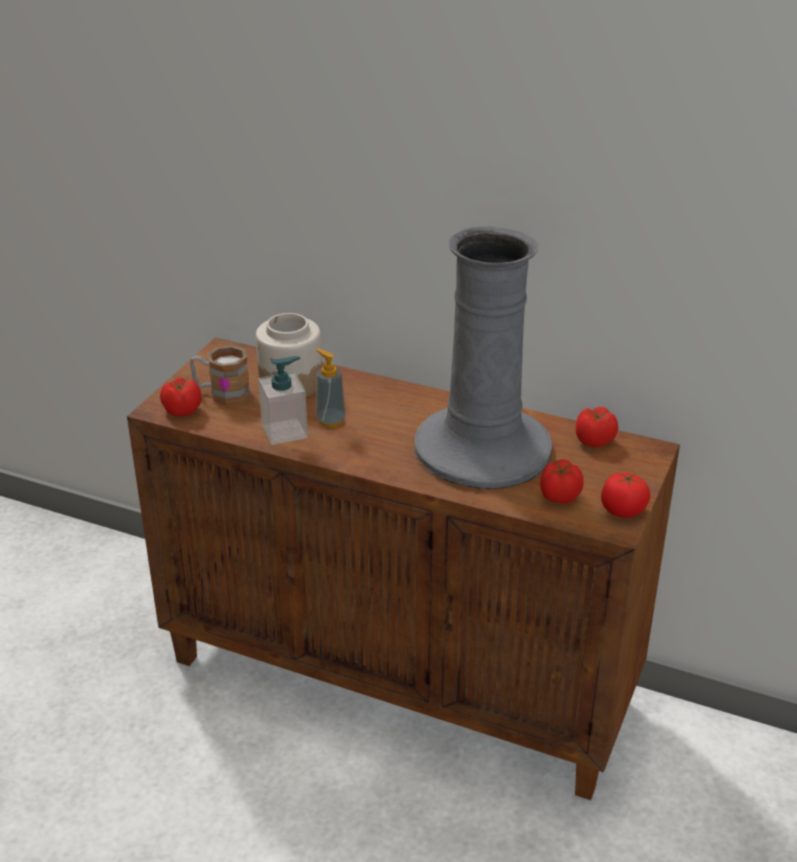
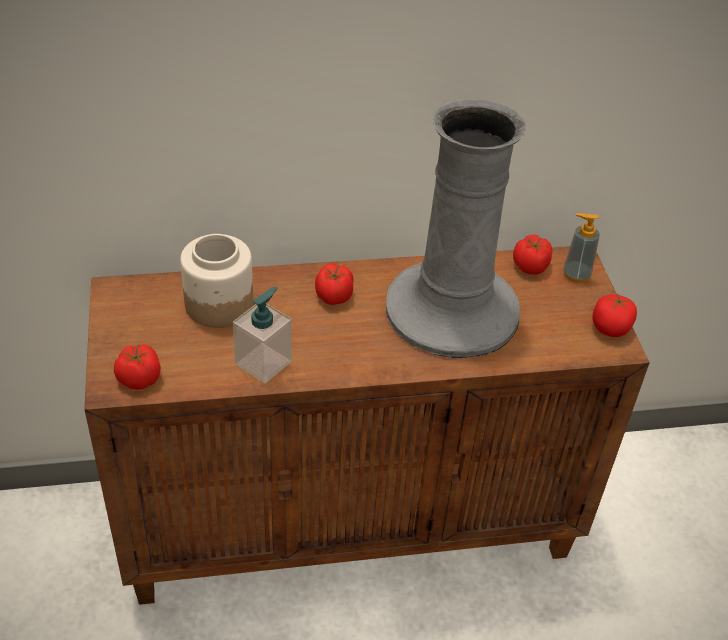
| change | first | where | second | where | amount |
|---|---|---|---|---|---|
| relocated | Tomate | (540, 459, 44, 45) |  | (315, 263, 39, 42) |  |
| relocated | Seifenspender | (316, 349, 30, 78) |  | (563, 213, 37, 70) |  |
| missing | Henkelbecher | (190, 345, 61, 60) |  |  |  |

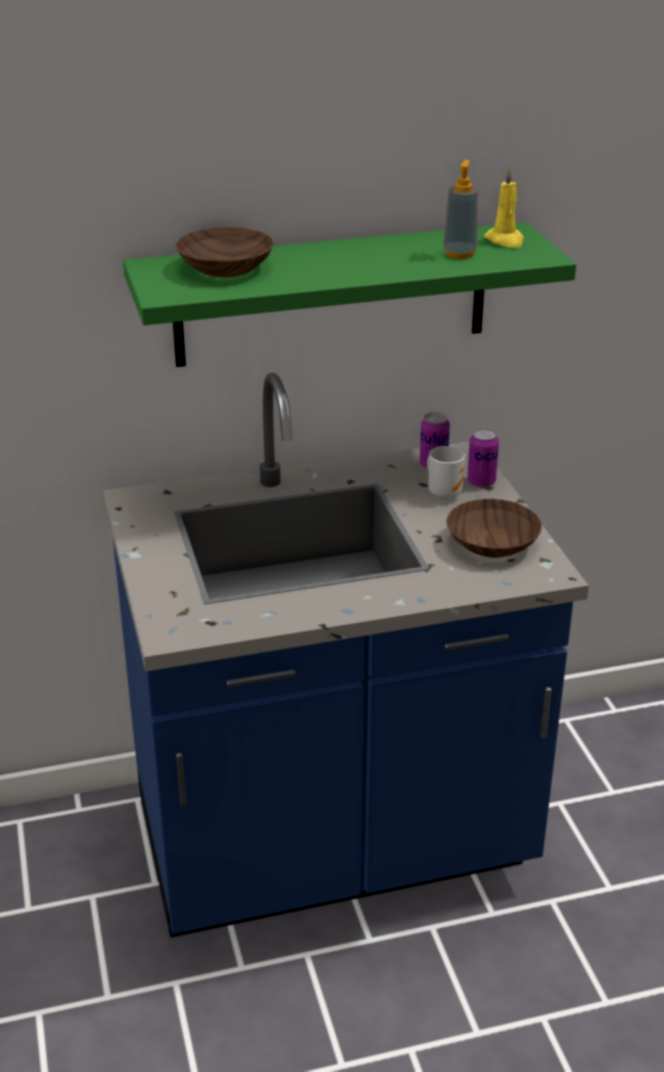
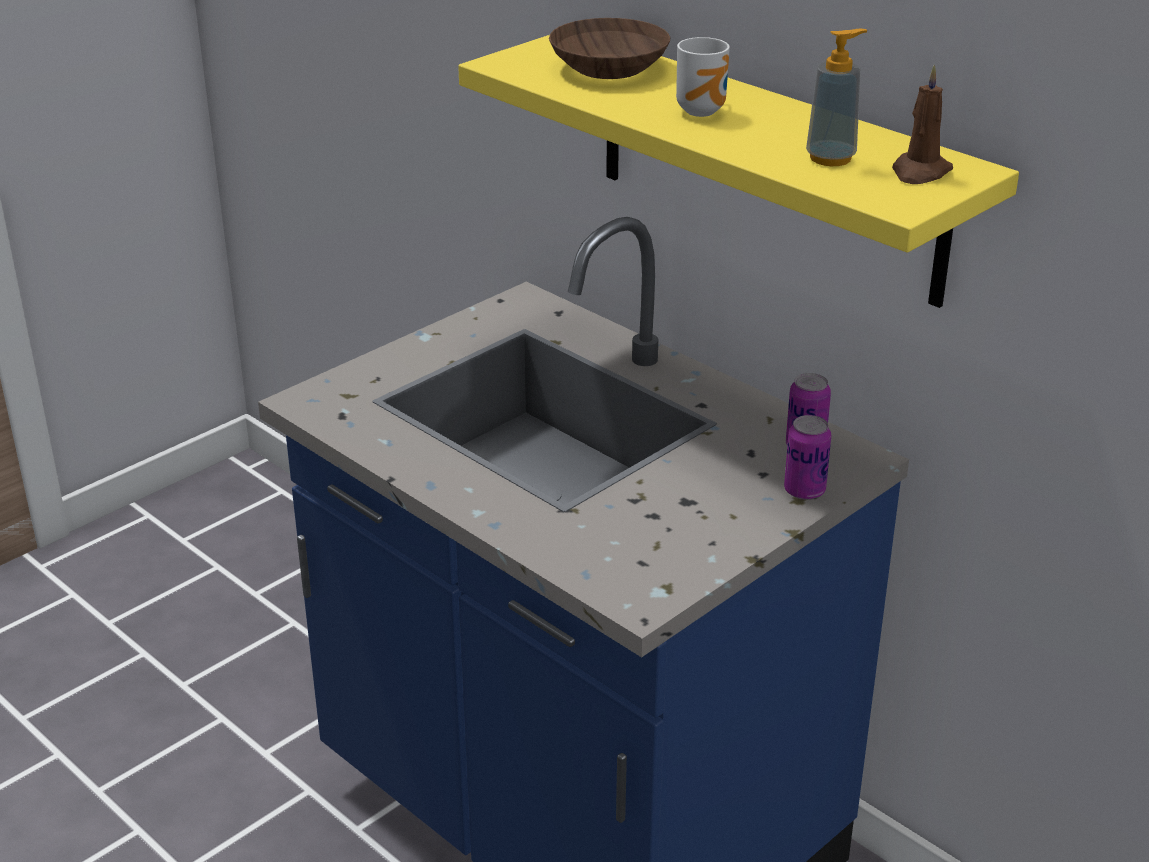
| change | first | where | second | where | amount |
|---|---|---|---|---|---|
| colour | Wandregal/grün | (123, 222, 453, 145) | Wandregal/gelb | (458, 35, 561, 273) |  |
| relocated | Henkelbecher | (427, 446, 38, 54) |  | (676, 37, 54, 80) |  |
| colour | Kerze/gelb | (484, 167, 40, 81) | Kerze/braun | (892, 65, 61, 119) |  |
| missing | Schüssel/braun | (446, 499, 96, 59) |  |  |  |

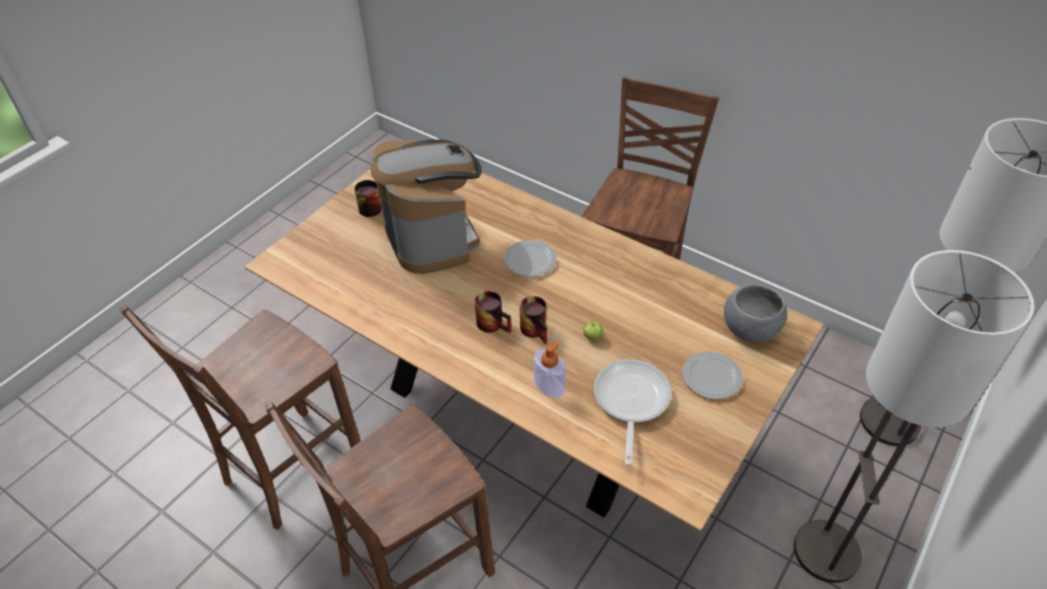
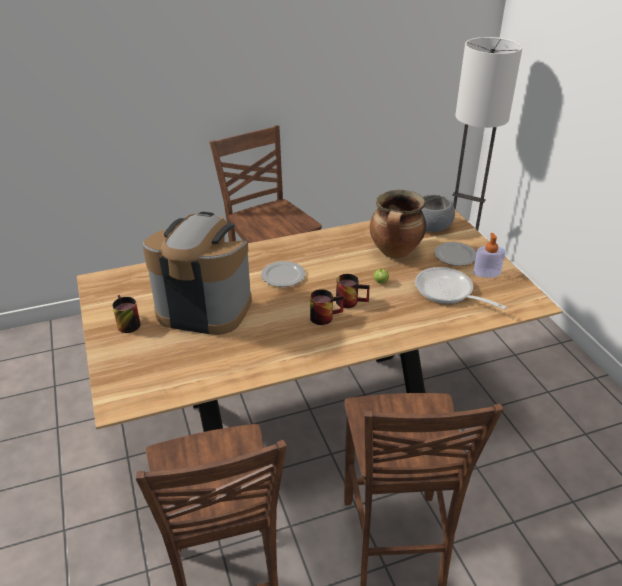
| change | first | where | second | where | amount |
|---|---|---|---|---|---|
| appeared |  |  | Kochtopf | (370, 190, 56, 69) |  |
| relocated | Seifenspender | (534, 342, 31, 56) |  | (473, 233, 32, 45) |  |
| missing | Stehlampe | (794, 250, 241, 333) |  |  |  |

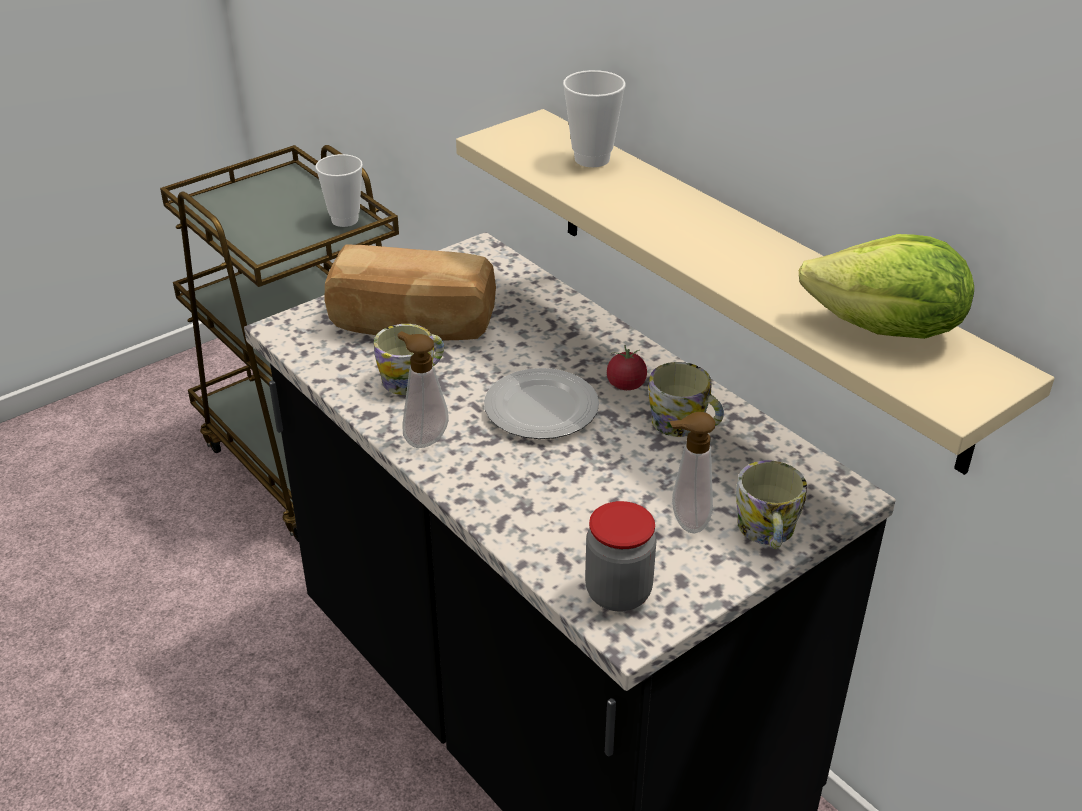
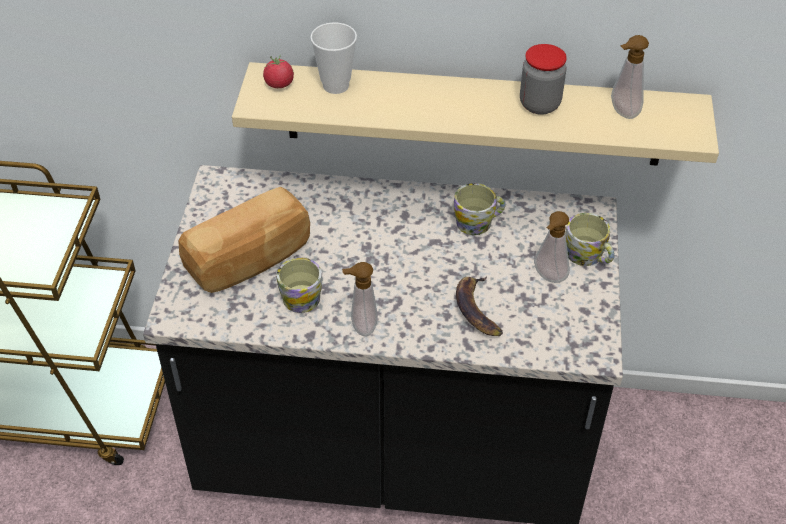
| change | first | where | second | where | amount |
|---|---|---|---|---|---|
| relocated | Tomate | (607, 345, 40, 45) |  | (263, 55, 31, 33) |  |
| appeared |  |  | Banane | (456, 276, 47, 60) |  |
| relocated | Vorratsglas | (585, 501, 71, 110) |  | (520, 44, 47, 71) |  |
| exchanged | Salatkopf | (799, 234, 175, 105) | Seifenspender | (611, 35, 38, 84) |  |
| missing | Tasse | (315, 154, 48, 73) |  |  |  |
| missing | Teller | (484, 368, 115, 71) |  |  |  |

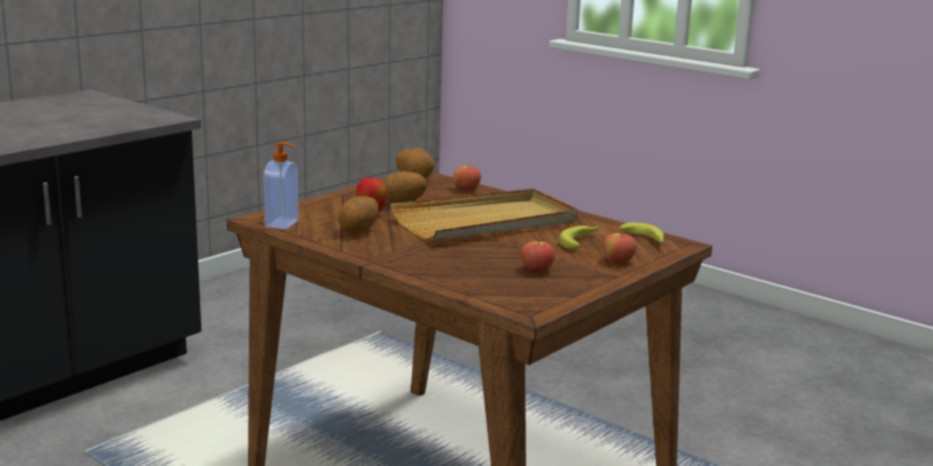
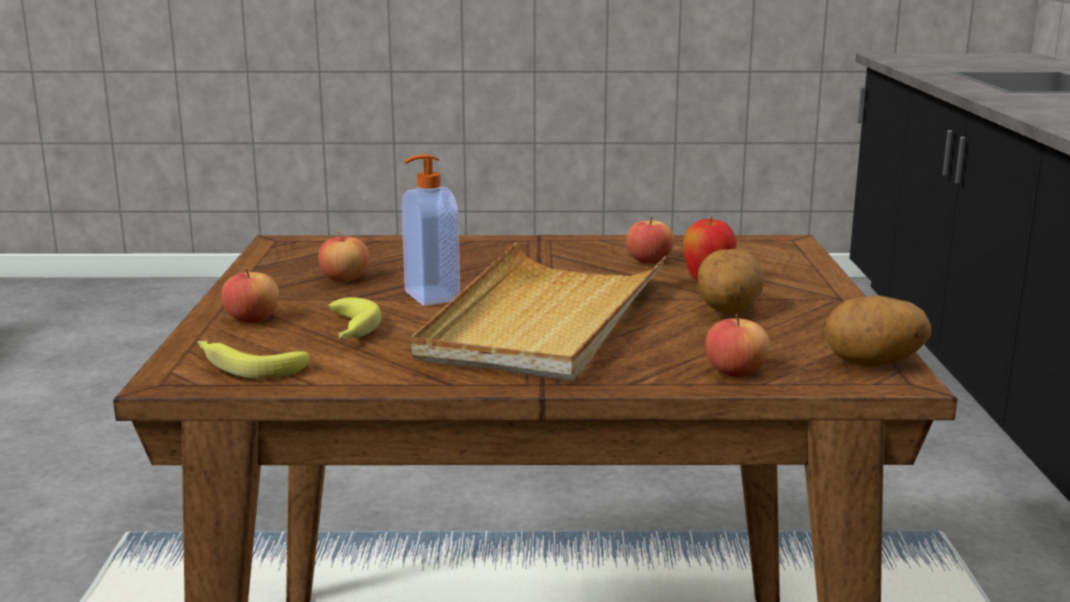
| change | first | where | second | where | amount |
|---|---|---|---|---|---|
| relocated | Seifenspender | (264, 142, 35, 87) |  | (402, 154, 58, 152) |  |
| exchanged | Kartoffel | (338, 196, 41, 37) | Apfel | (626, 216, 48, 47) |  |

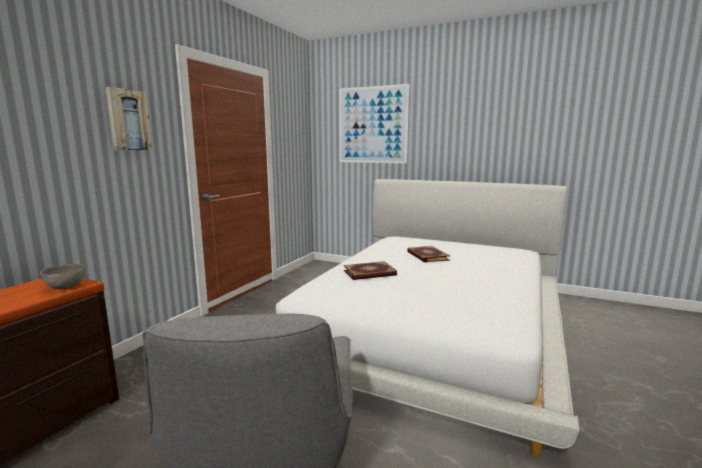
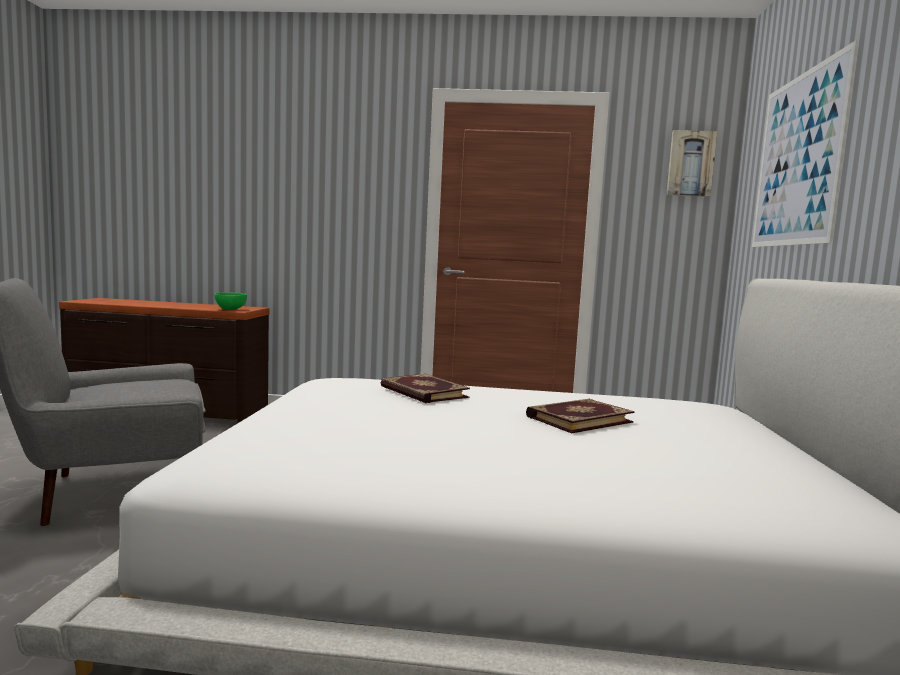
| change | first | where | second | where | amount |
|---|---|---|---|---|---|
| colour | Schüssel/grau | (40, 264, 45, 25) | Schüssel/grün | (214, 293, 33, 17) |  |
| relocated | Bild | (105, 87, 47, 63) |  | (666, 130, 51, 67) |  |

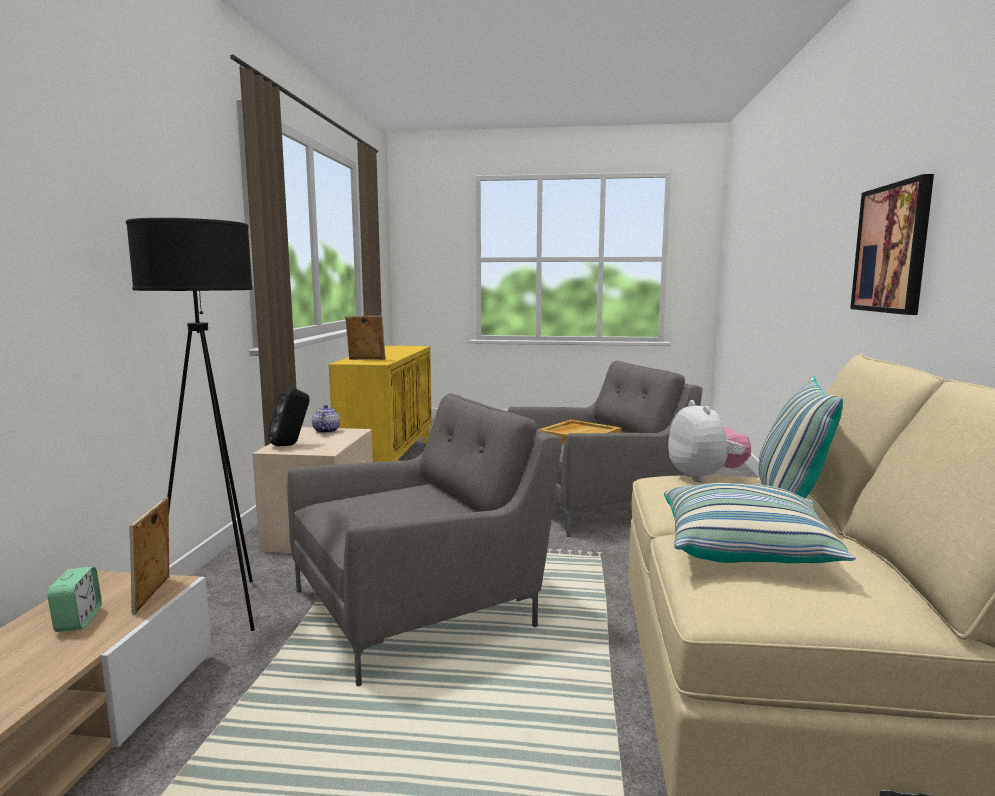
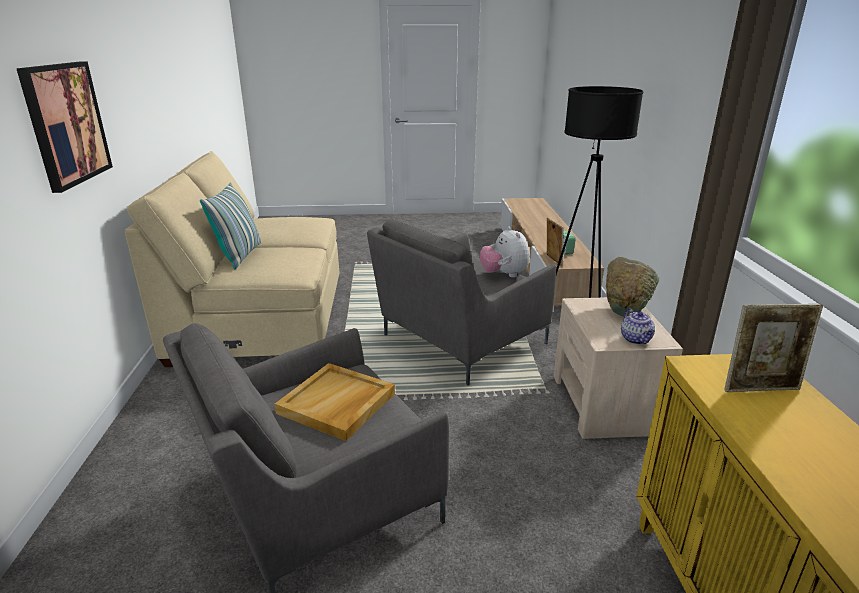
| change | first | where | second | where | amount |
|---|---|---|---|---|---|
| relocated | Plüschtier | (668, 400, 83, 83) |  | (480, 226, 50, 52) |  |
| exchanged | Lautsprecher/schwarz | (268, 386, 42, 60) | Schüssel/grün | (606, 257, 53, 60) |  |
| missing | Kissen | (664, 483, 192, 80) |  |  |  |

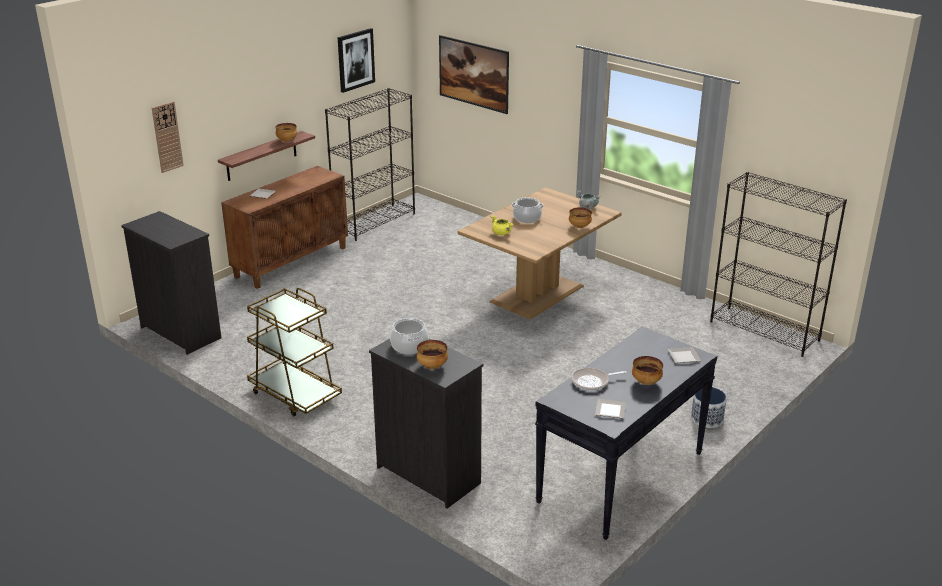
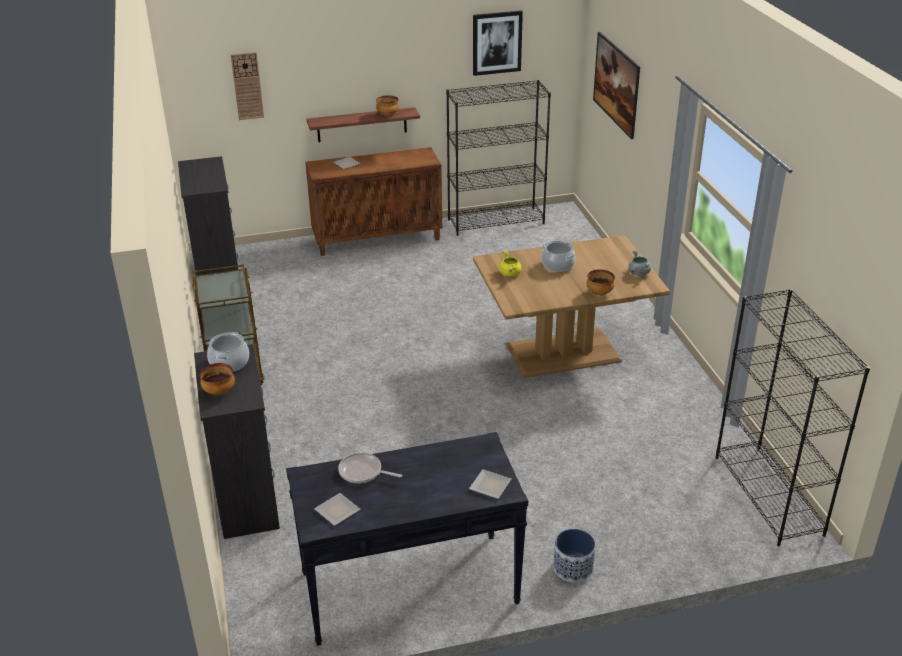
| change | first | where | second | where | amount |
|---|---|---|---|---|---|
| missing | Schüssel | (632, 356, 31, 29) |  |  |  |

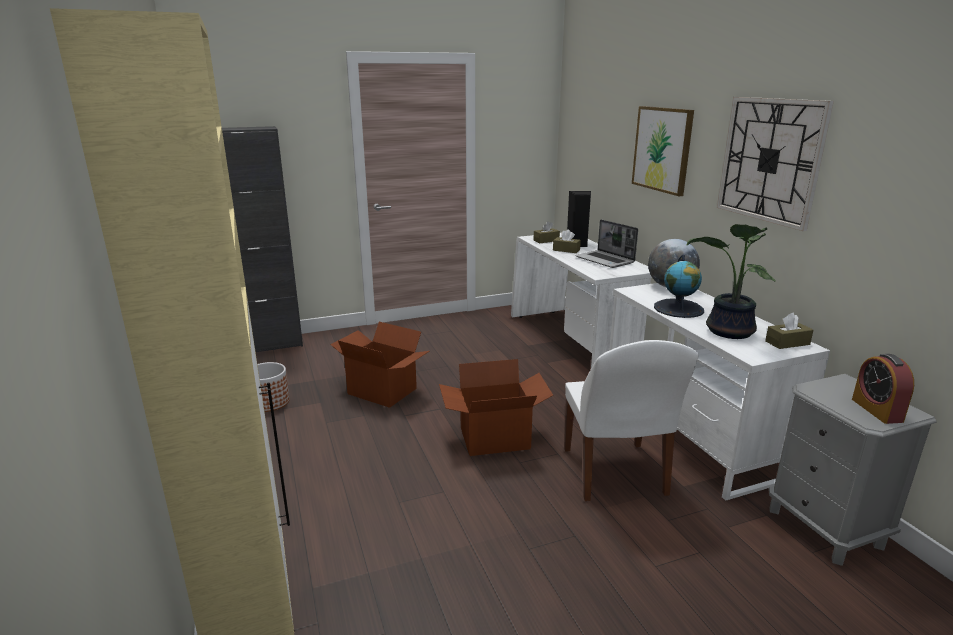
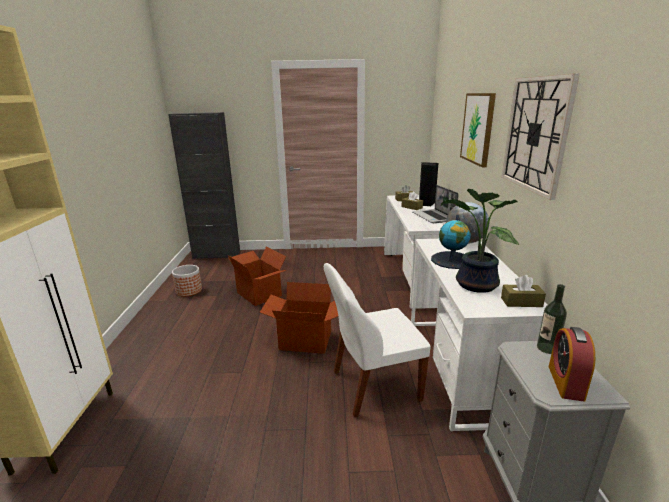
| change | first | where | second | where | amount |
|---|---|---|---|---|---|
| spun | Stuhl/weiß | (564, 340, 134, 161) |  | (324, 263, 107, 154) | 60 degrees clockwise |
| appeared |  |  | Flasche | (537, 284, 30, 70) |  |

